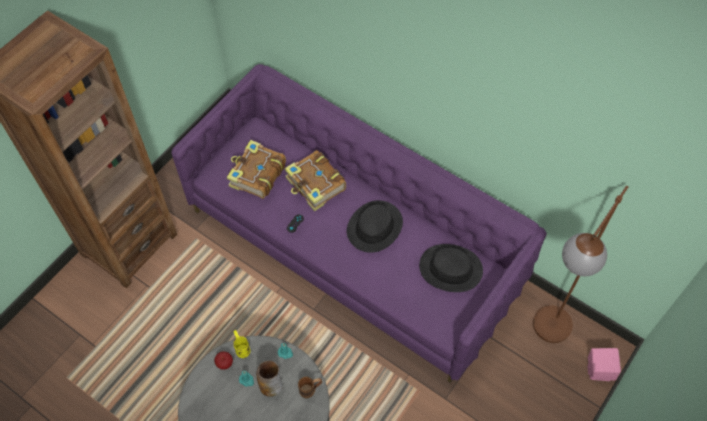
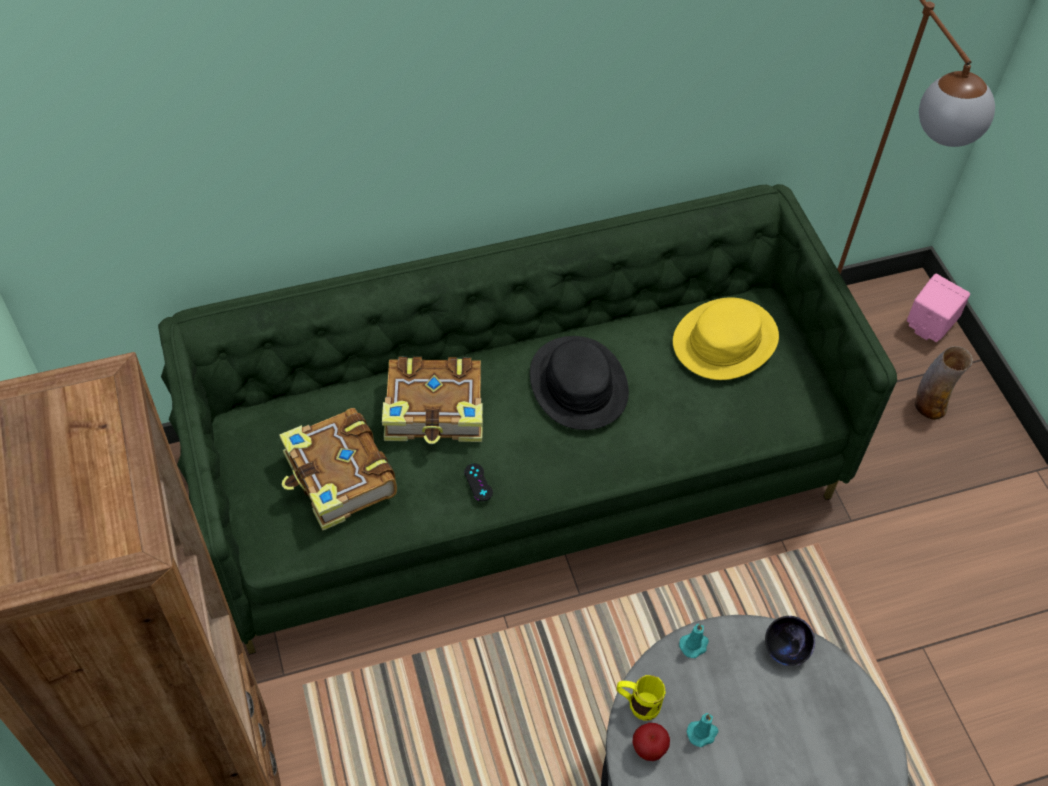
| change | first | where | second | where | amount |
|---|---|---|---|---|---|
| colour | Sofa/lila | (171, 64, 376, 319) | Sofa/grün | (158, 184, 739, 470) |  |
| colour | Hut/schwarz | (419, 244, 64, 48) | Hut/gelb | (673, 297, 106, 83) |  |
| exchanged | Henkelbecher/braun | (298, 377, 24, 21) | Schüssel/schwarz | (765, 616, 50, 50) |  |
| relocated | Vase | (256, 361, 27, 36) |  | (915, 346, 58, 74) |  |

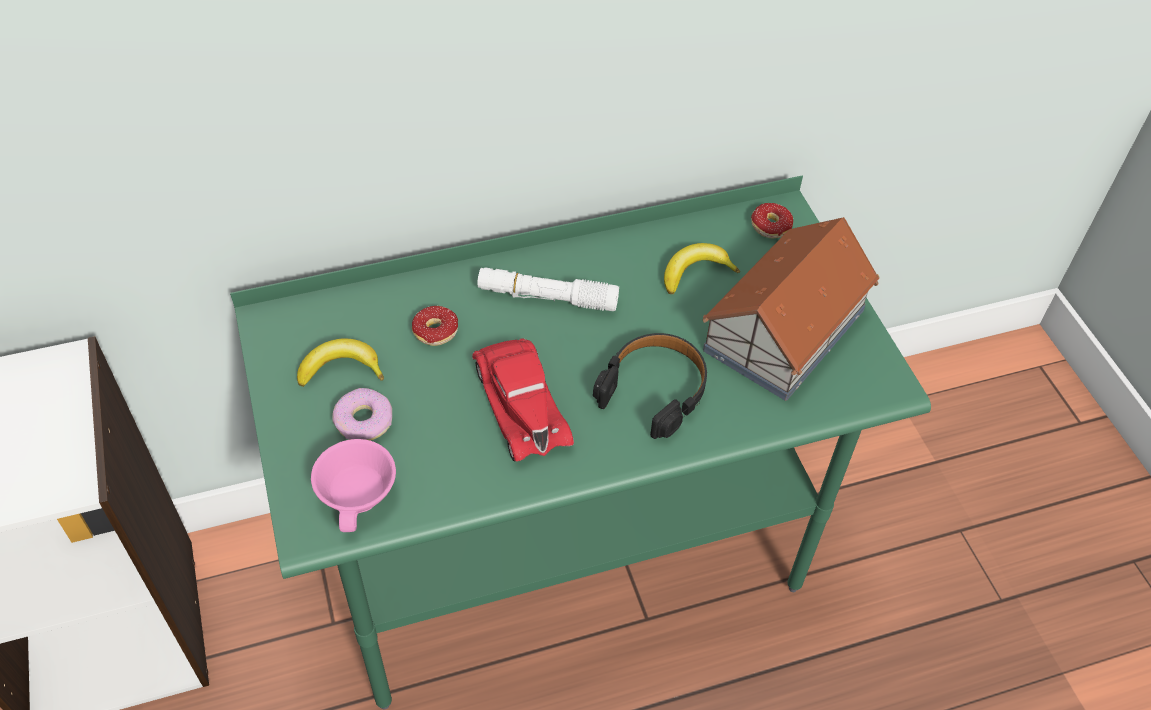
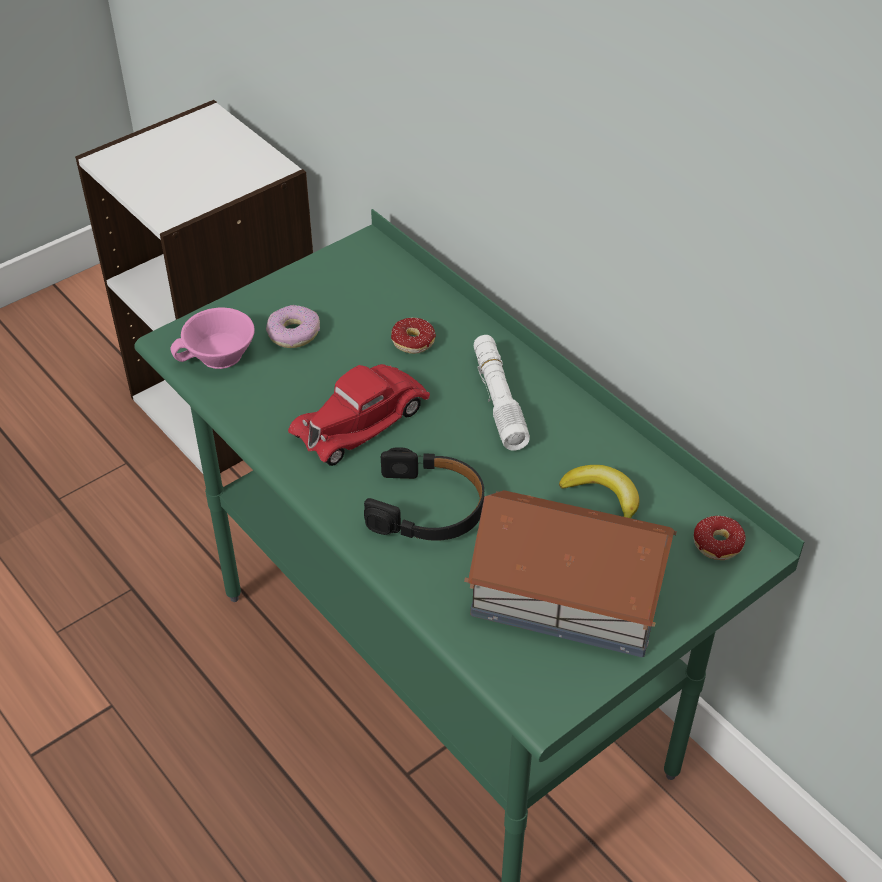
| change | first | where | second | where | amount |
|---|---|---|---|---|---|
| missing | Banane | (297, 338, 87, 49) |  |  |  |

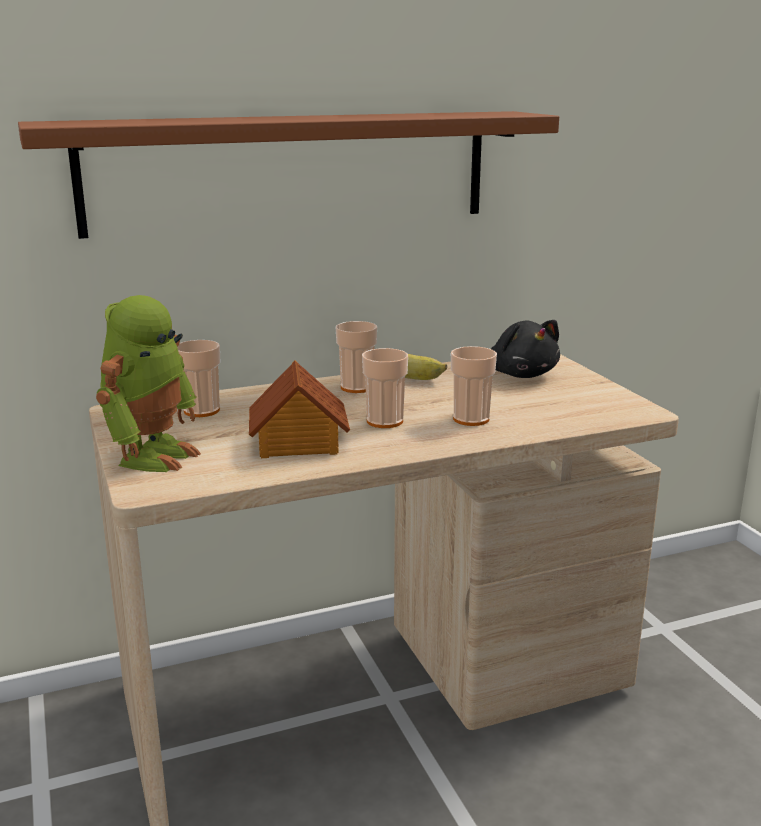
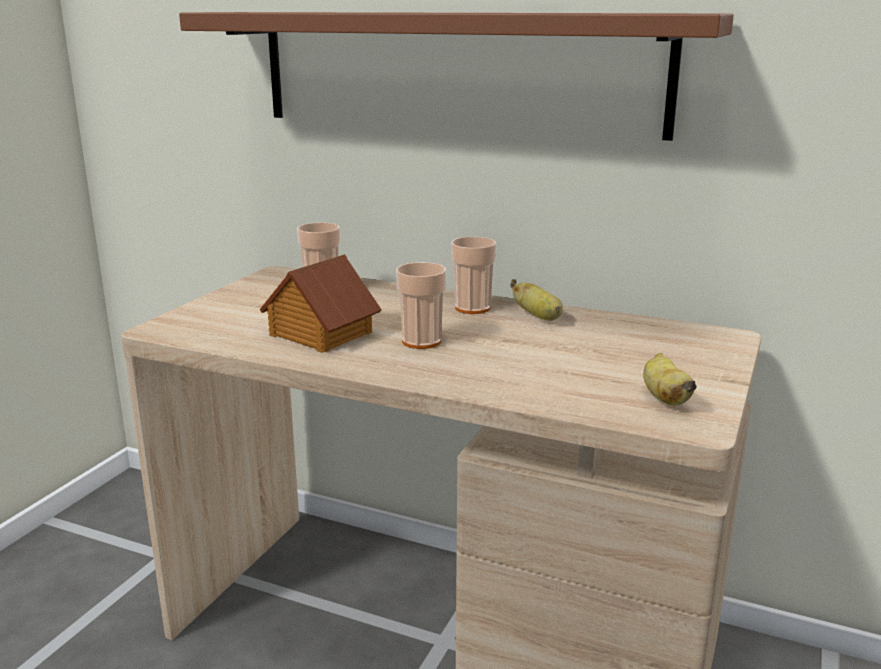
| change | first | where | second | where | amount |
|---|---|---|---|---|---|
| appeared |  |  | Banane | (643, 353, 54, 53) |  |
| missing | Spielzeugroboter | (96, 295, 105, 177) |  |  |  |
| missing | Tasse | (451, 346, 46, 80) |  |  |  |
| missing | Plüschtier/schwarz | (491, 320, 69, 58) |  |  |  |

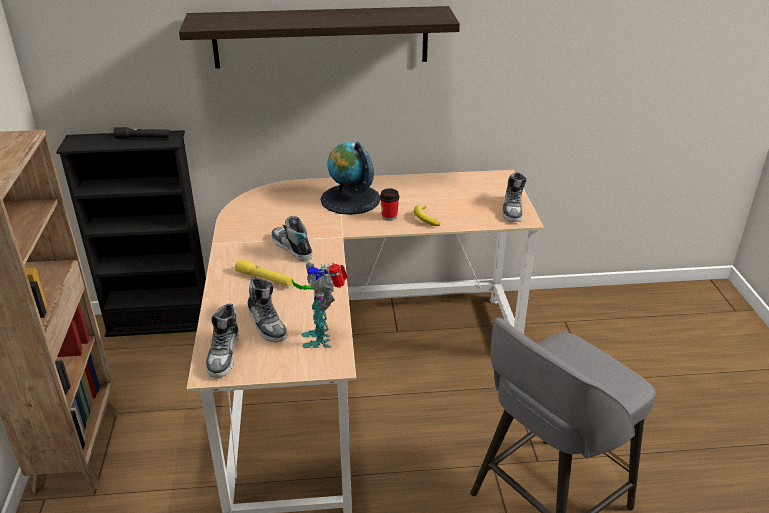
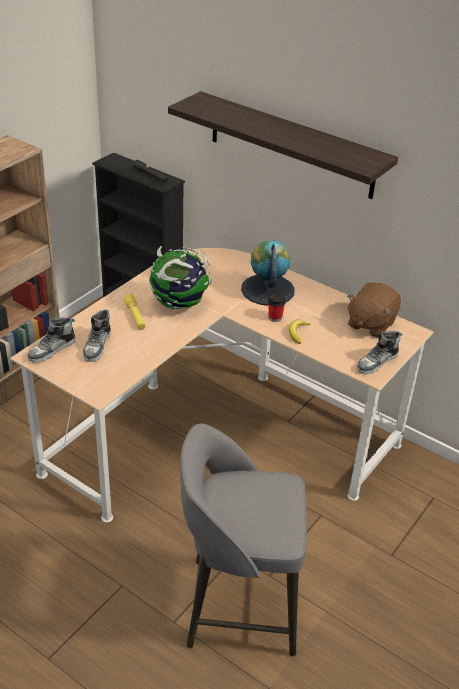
| change | first | where | second | where | amount |
|---|---|---|---|---|---|
| exchanged | Schuh | (272, 216, 40, 45) | Globus | (149, 246, 63, 64) |  |
| appeared |  |  | Plüschtier/braun | (347, 283, 54, 55) |  |
| missing | Spielzeugroboter | (292, 262, 55, 86) |  |  |  |

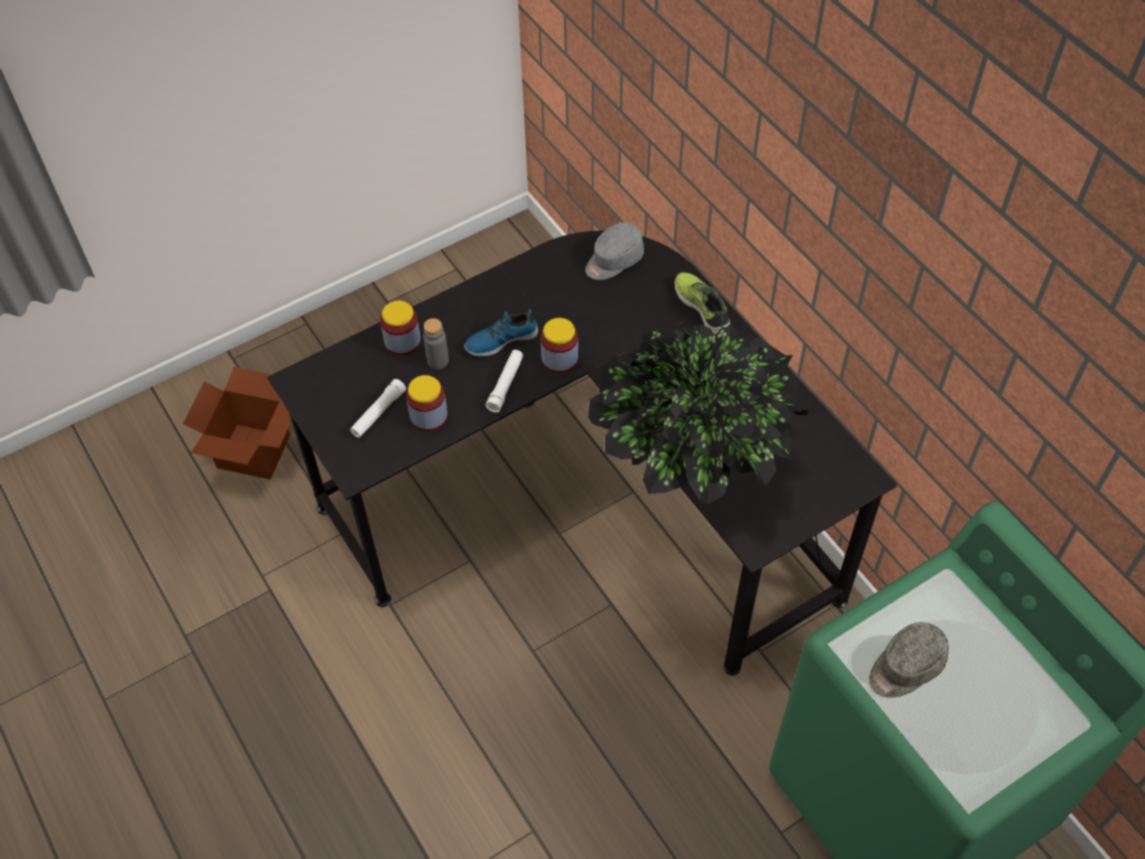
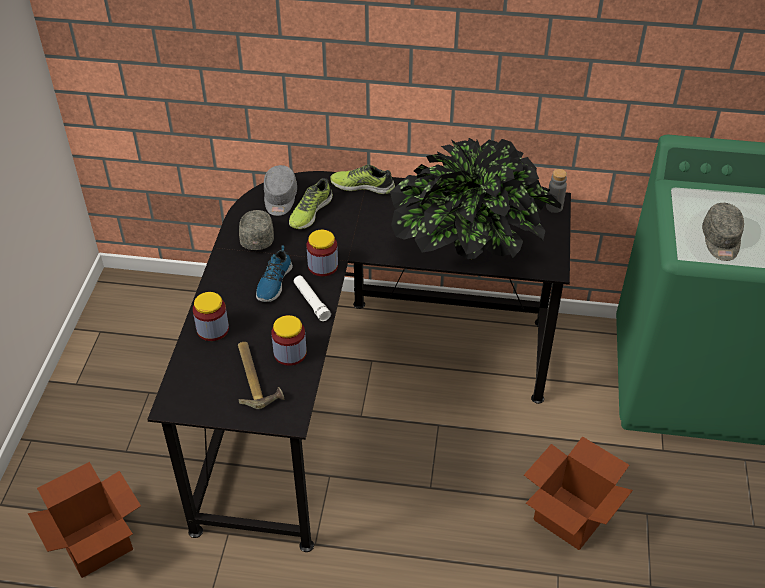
| change | first | where | second | where | amount |
|---|---|---|---|---|---|
| exchanged | Taschenlampe/weiß | (350, 379, 56, 59) | Hammer | (238, 342, 46, 67) |  |
| appeared |  |  | Kappe/grau | (239, 210, 35, 40) |  |
| appeared |  |  | Schuh | (289, 178, 44, 51) |  |
| appeared |  |  | Karton | (524, 436, 109, 114) |  |
| relocated | Flasche/grau | (423, 318, 26, 51) |  | (546, 169, 21, 44) |  |

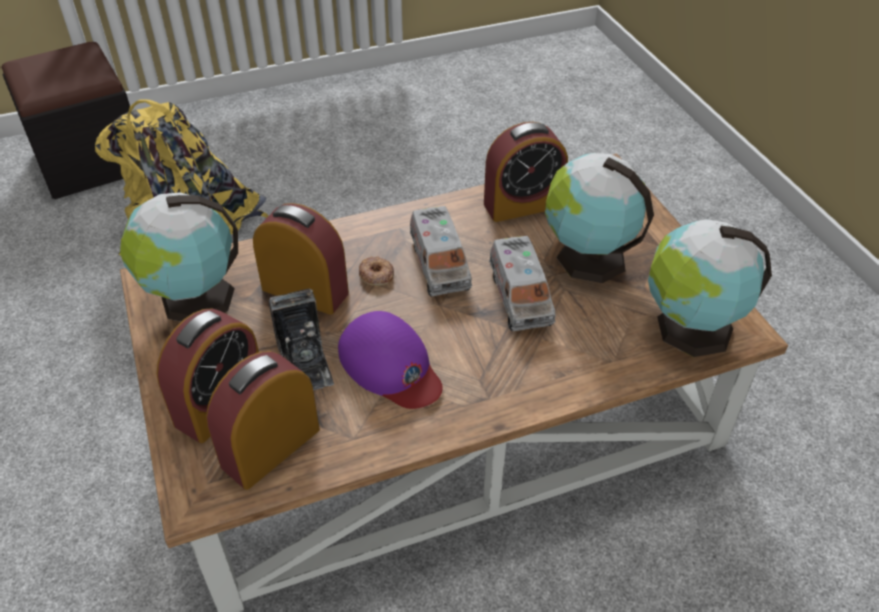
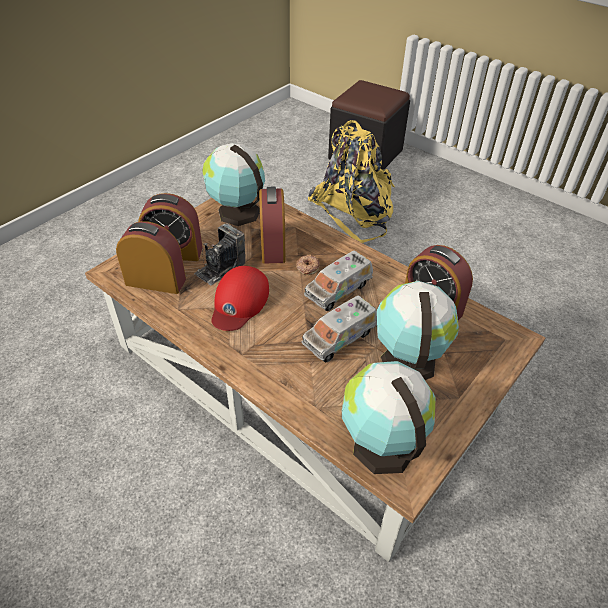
| change | first | where | second | where | amount |
|---|---|---|---|---|---|
| colour | Kappe/lila | (338, 311, 105, 98) | Kappe/rot | (212, 266, 57, 65) |  |

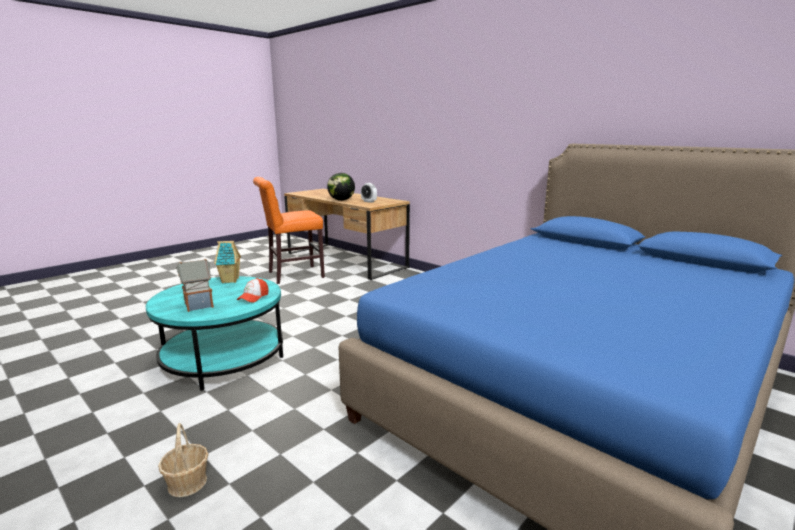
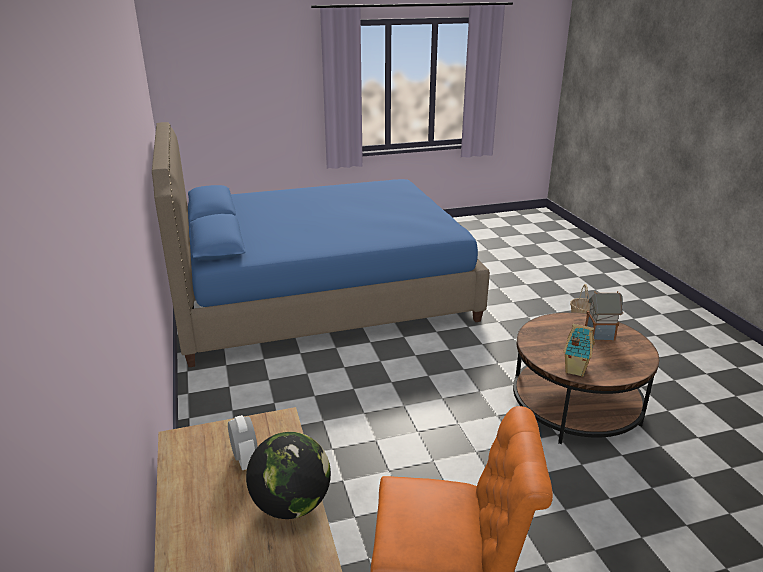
| change | first | where | second | where | amount |
|---|---|---|---|---|---|
| colour | Couchtisch/türkis | (146, 276, 137, 114) | Couchtisch/braun | (513, 312, 146, 132) |  |
| missing | Kappe | (237, 278, 31, 25) |  |  |  |

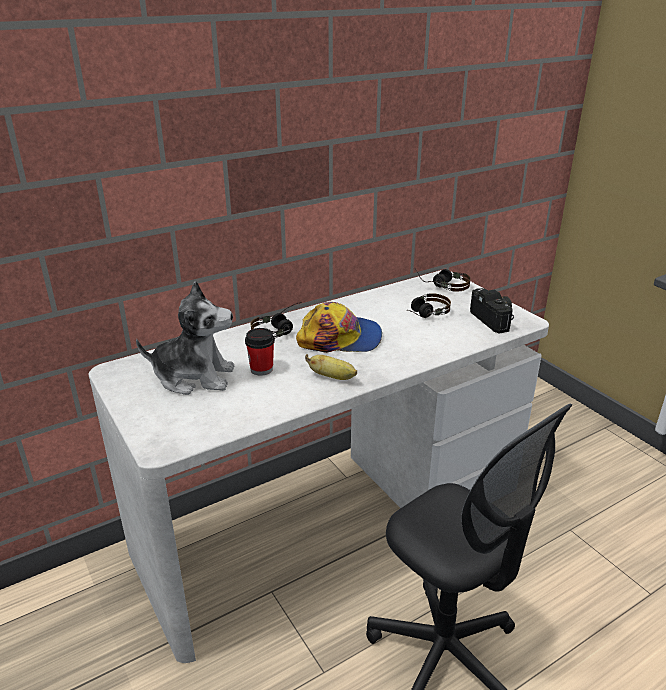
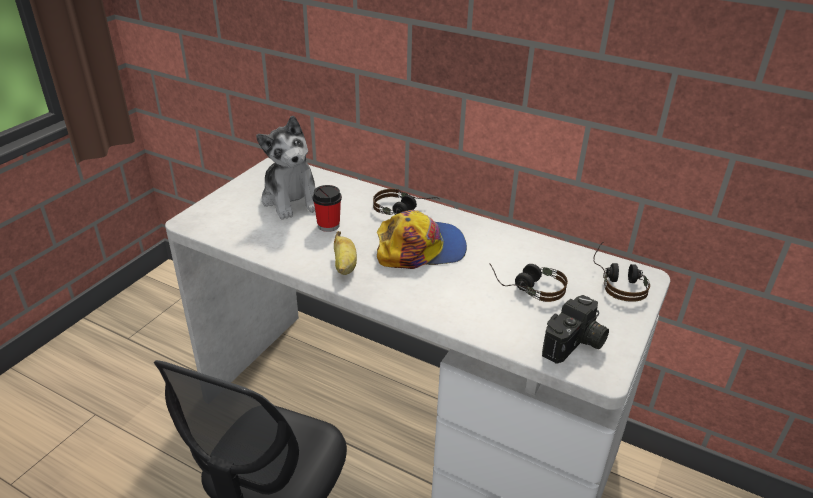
| change | first | where | second | where | amount |
|---|---|---|---|---|---|
| spun | Kappe | (296, 302, 86, 51) |  | (377, 210, 90, 59) | 75 degrees counterclockwise |

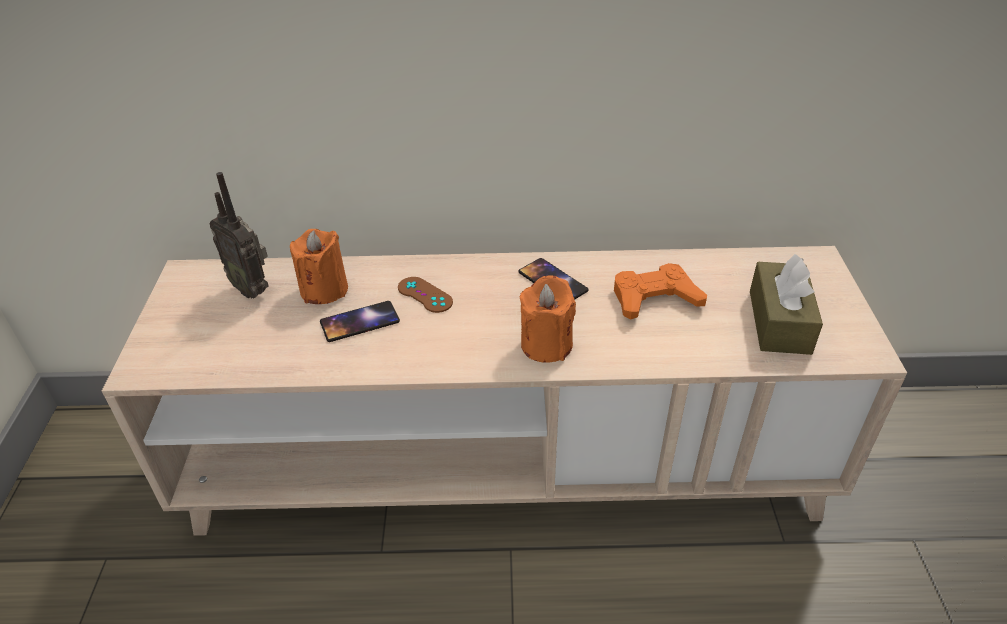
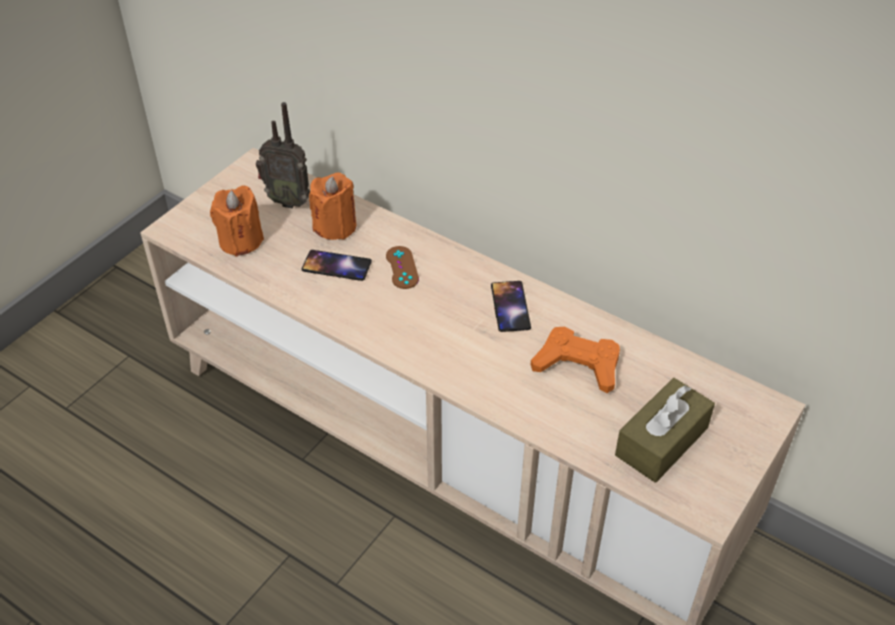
| change | first | where | second | where | amount |
|---|---|---|---|---|---|
| relocated | Kerze/orange | (520, 276, 56, 87) |  | (210, 185, 54, 72) |  |
| spun | Radio | (209, 172, 60, 126) |  | (256, 102, 54, 106) | 60 degrees counterclockwise |

